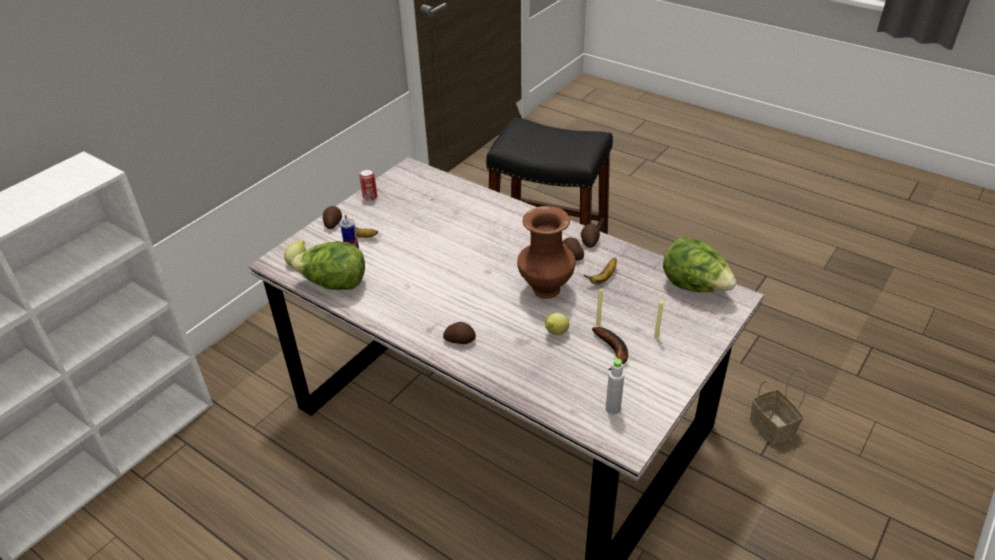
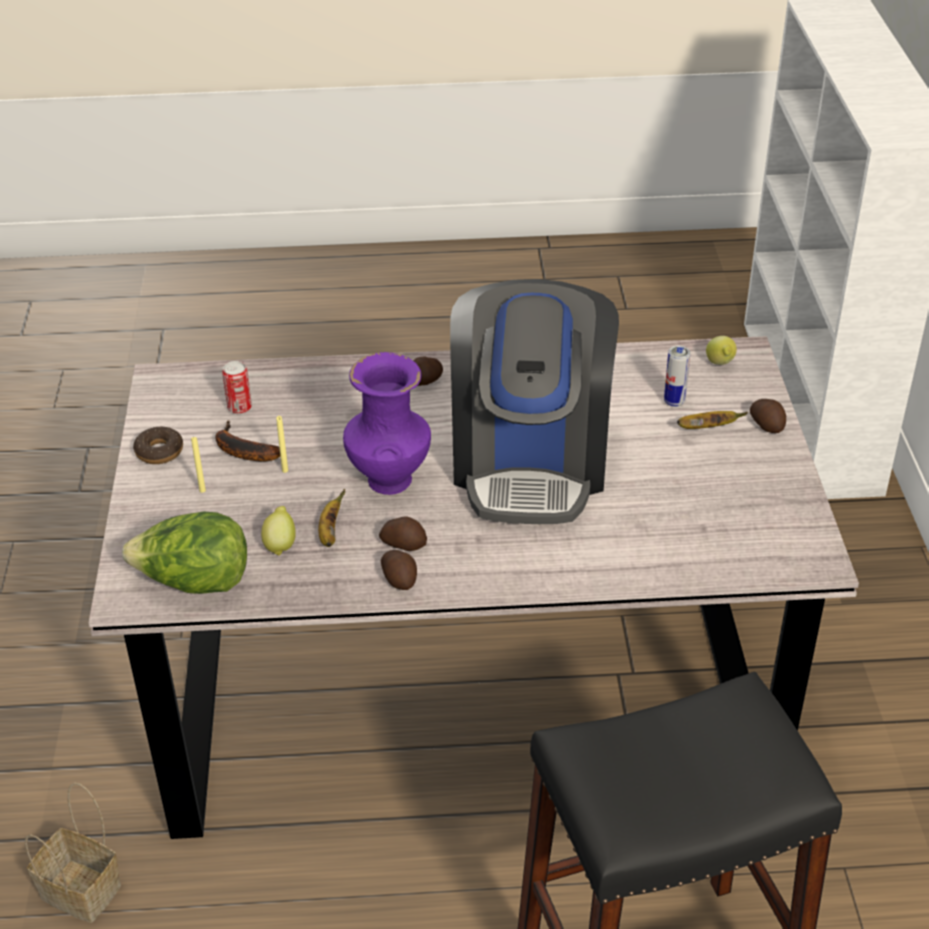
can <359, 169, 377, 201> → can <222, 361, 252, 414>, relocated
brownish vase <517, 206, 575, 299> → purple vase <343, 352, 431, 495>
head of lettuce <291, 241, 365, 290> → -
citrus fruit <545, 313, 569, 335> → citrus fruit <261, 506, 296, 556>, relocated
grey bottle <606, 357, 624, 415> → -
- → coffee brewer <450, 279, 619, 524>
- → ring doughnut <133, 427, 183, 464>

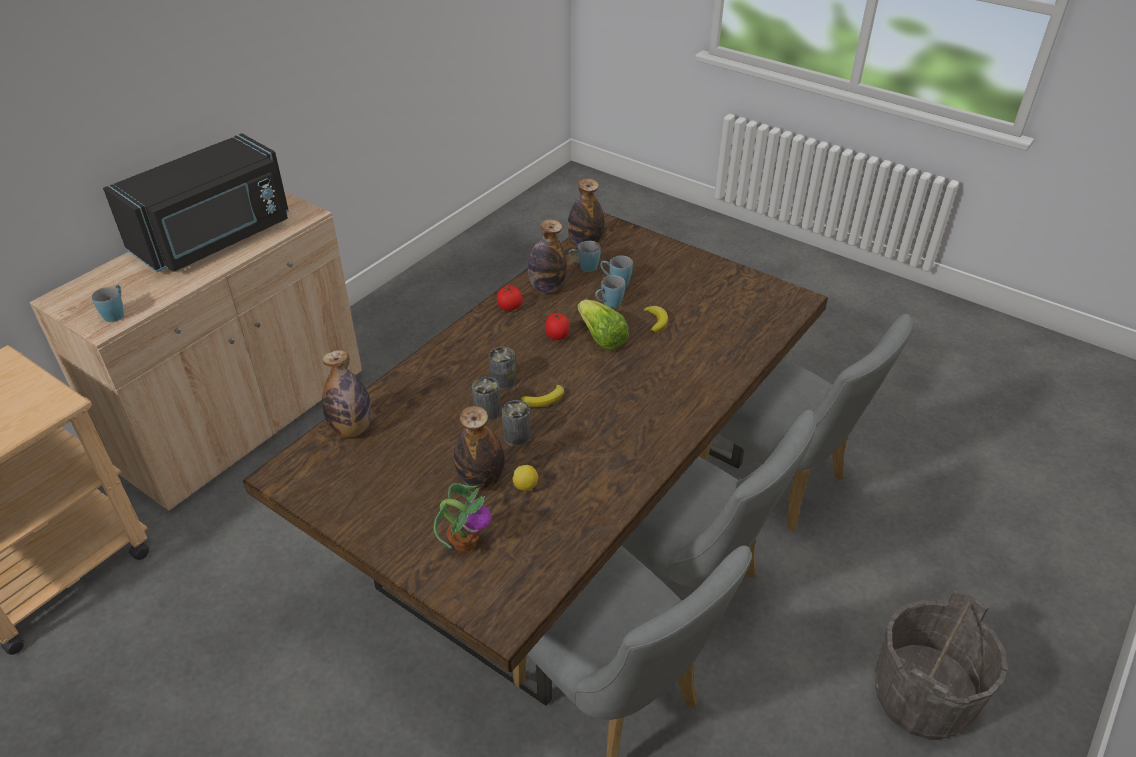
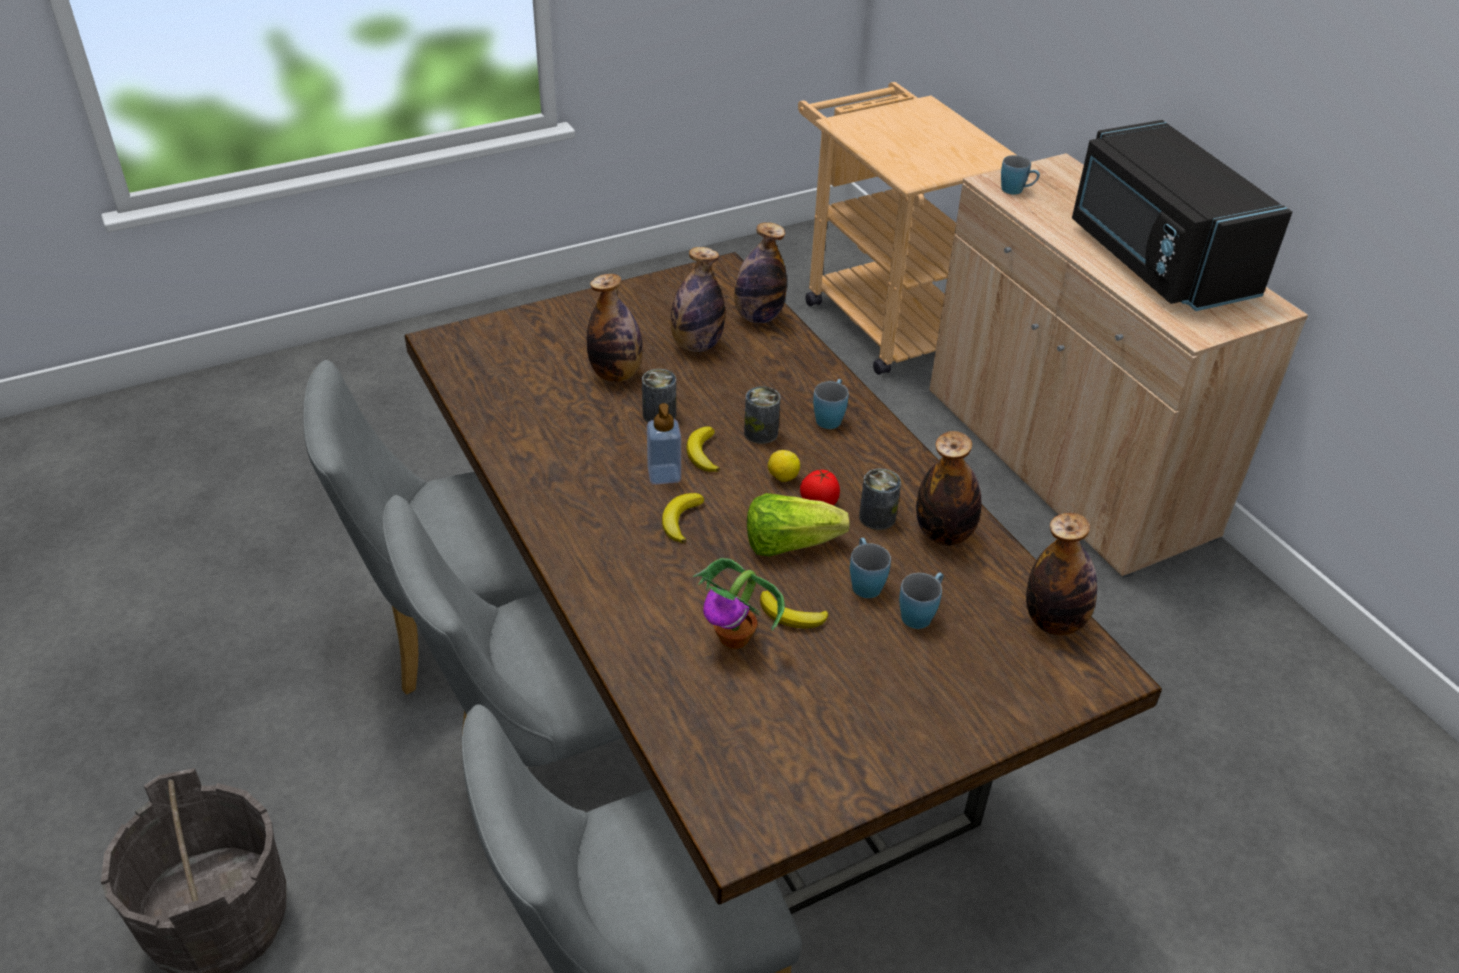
blue coffee mug <569, 241, 601, 272> → blue coffee mug <813, 379, 849, 429>, relocated
fresh tomato <497, 286, 523, 311> → -
can <472, 377, 501, 422> → can <859, 468, 901, 530>, relocated
citrus fruit <513, 465, 538, 491> → citrus fruit <768, 450, 800, 482>, relocated
potted plant <434, 483, 491, 552> → potted plant <693, 558, 785, 649>, relocated
- → bottle <670, 247, 725, 352>
- → soap bottle <647, 403, 681, 485>
- → whole banana <662, 493, 704, 543>

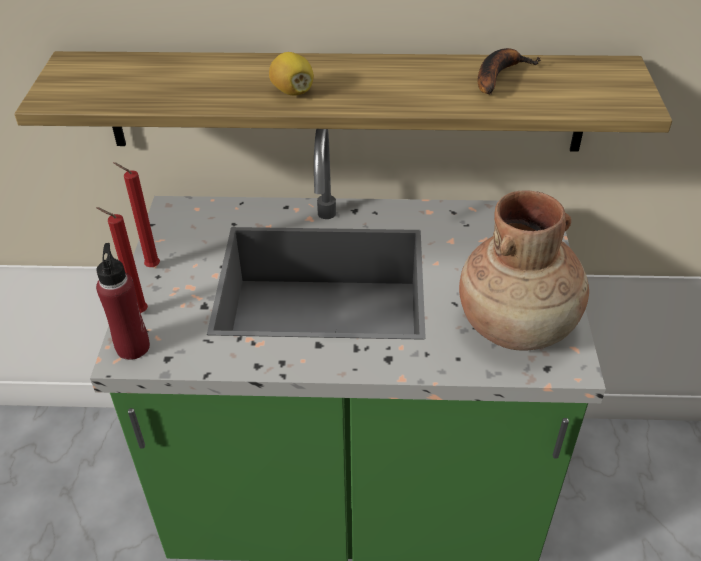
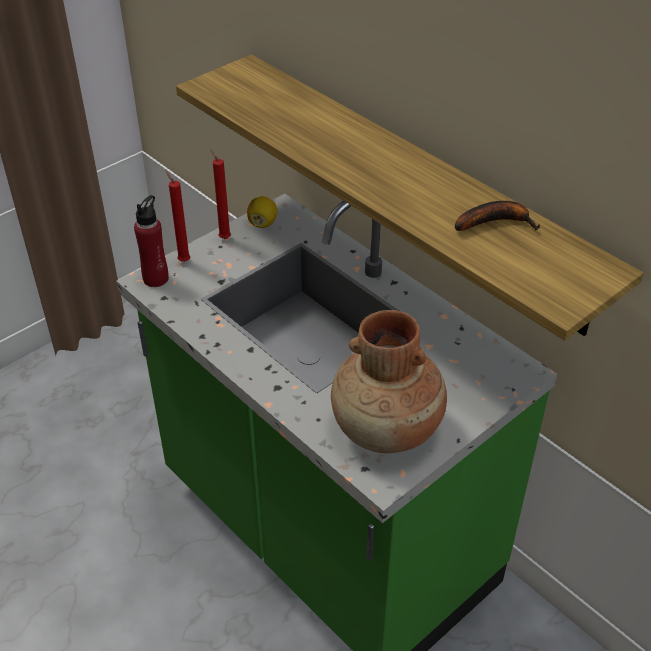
citrus fruit <269, 52, 314, 95> → citrus fruit <247, 196, 277, 228>, relocated

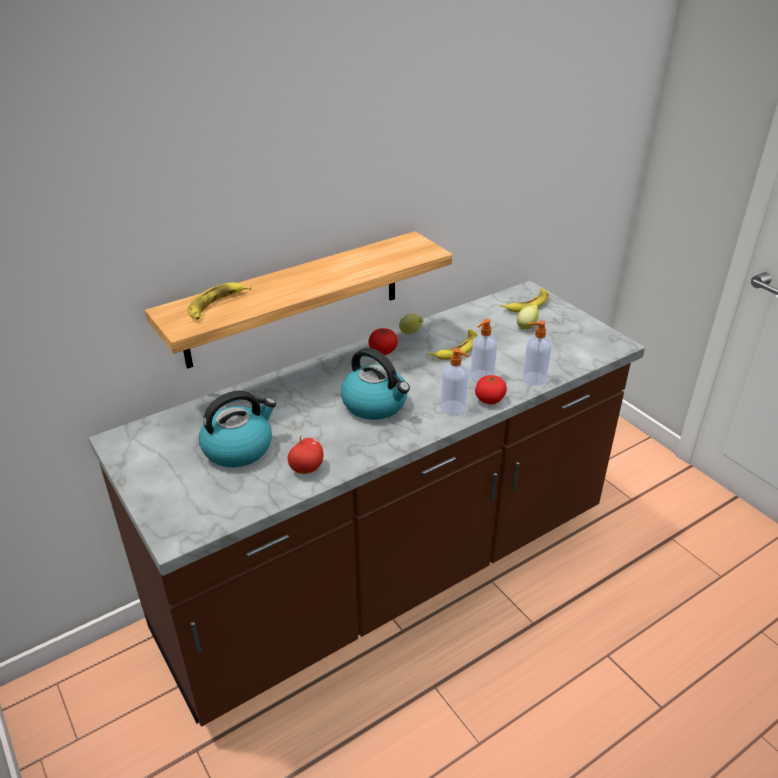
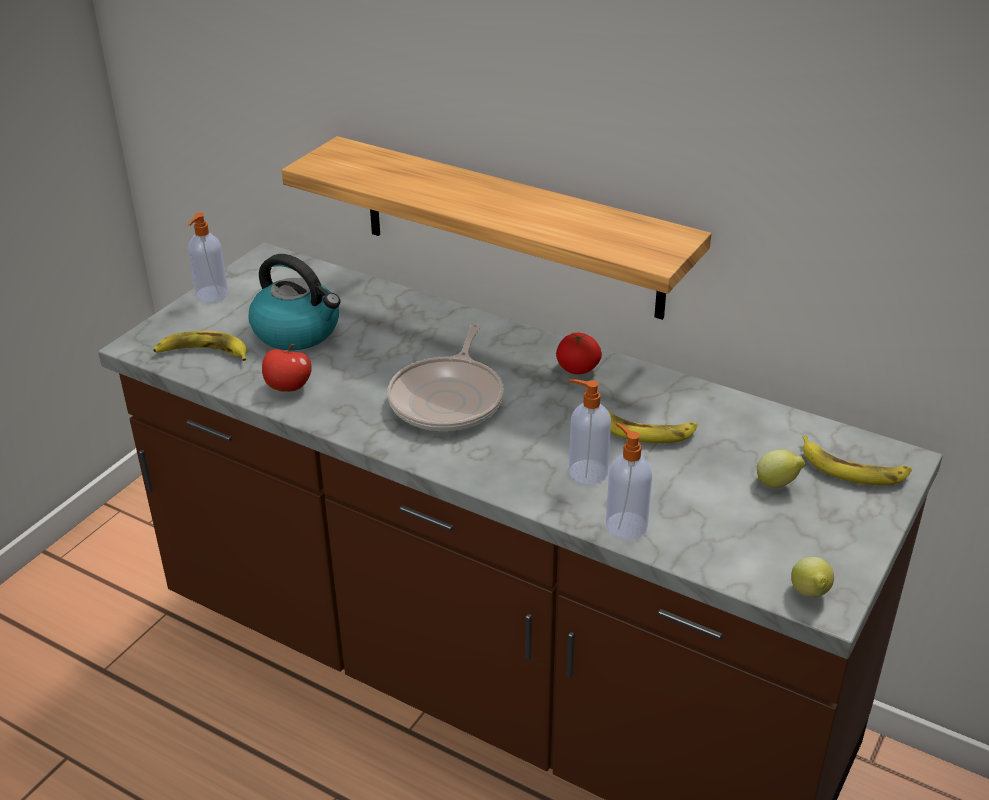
whole banana <188, 282, 252, 320> → whole banana <153, 331, 247, 361>, relocated
citrus fruit <399, 313, 424, 335> → citrus fruit <791, 557, 834, 597>, relocated
water kettle <341, 348, 410, 420> → frying pan <387, 323, 504, 431>
soap bottle <441, 348, 469, 415> → soap bottle <188, 213, 228, 302>, relocated
fresh tomato <475, 375, 507, 404> → -

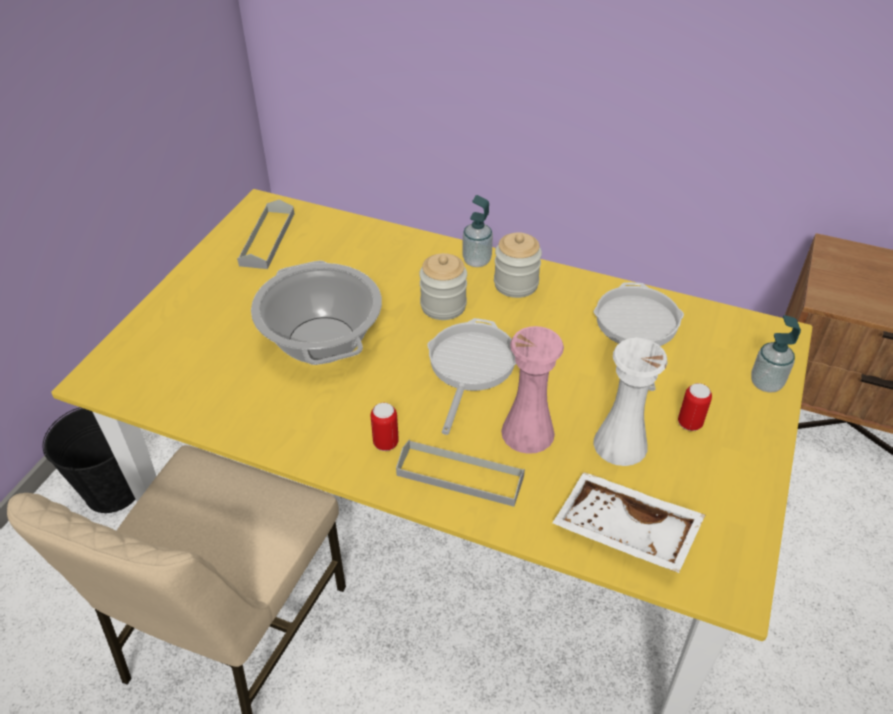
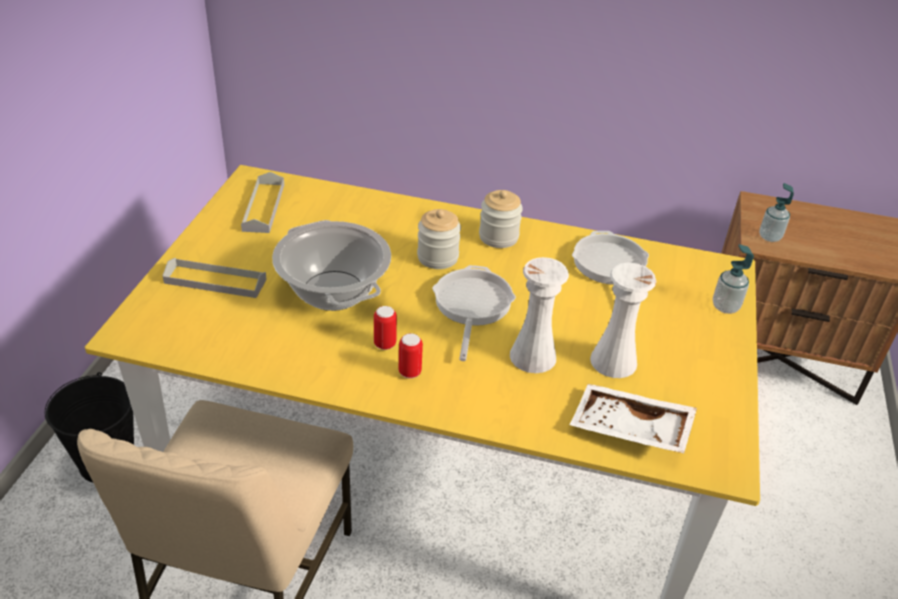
soap bottle <462, 195, 493, 267> → soap bottle <759, 183, 794, 242>, relocated
pinkish vase <501, 326, 564, 454> → whitish vase <510, 257, 569, 373>
can <678, 383, 712, 431> → can <374, 306, 397, 350>, relocated
grey carrying tray <396, 440, 525, 507> → grey carrying tray <162, 258, 267, 298>, relocated

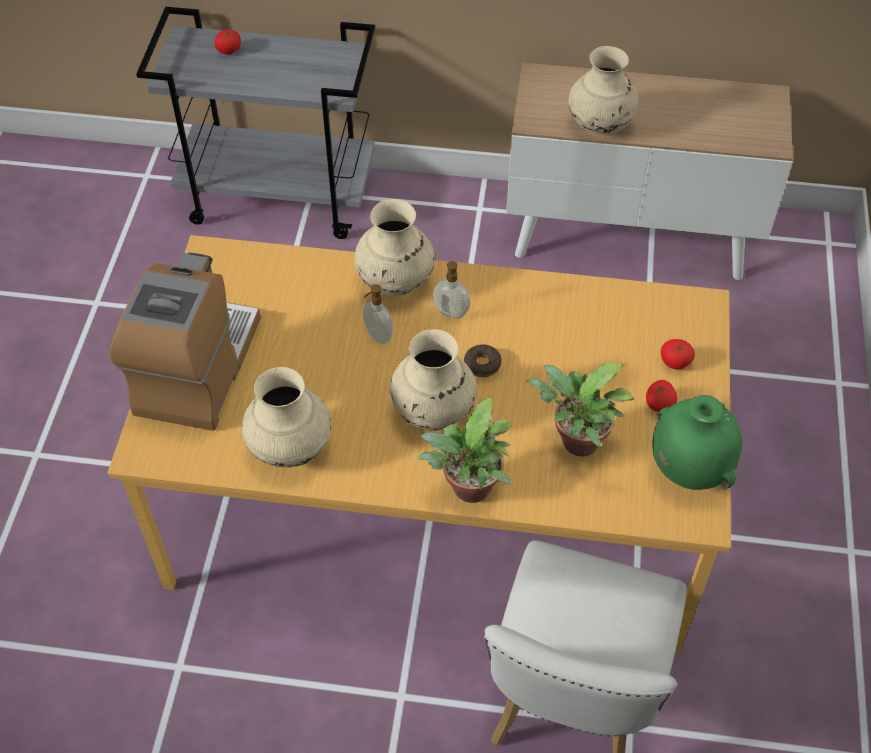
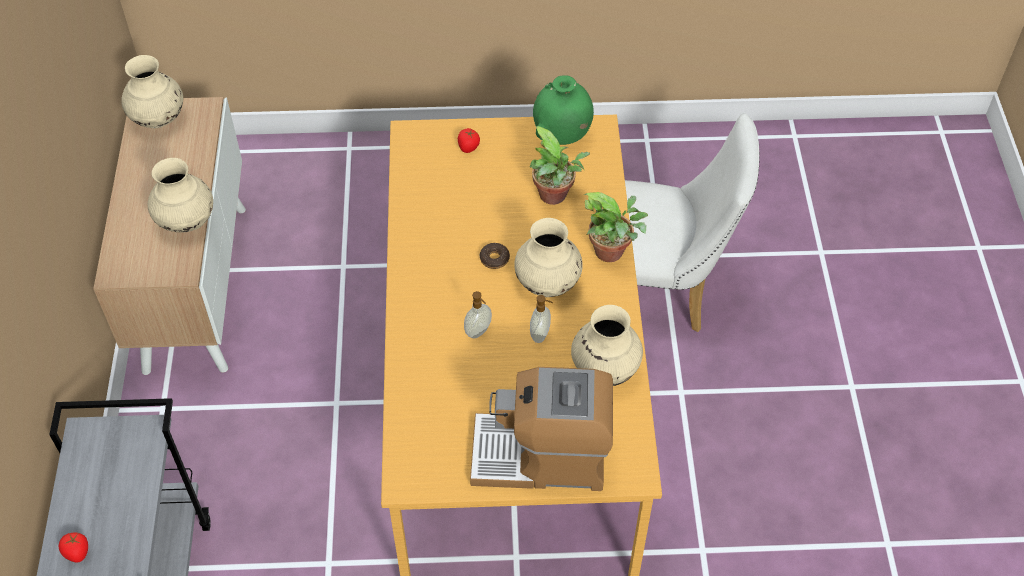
beige vase <355, 199, 435, 296> → beige vase <121, 55, 183, 128>, relocated
soap bottle <433, 261, 471, 319> → soap bottle <530, 295, 553, 343>, relocated
fresh tomato <646, 380, 677, 412> → -

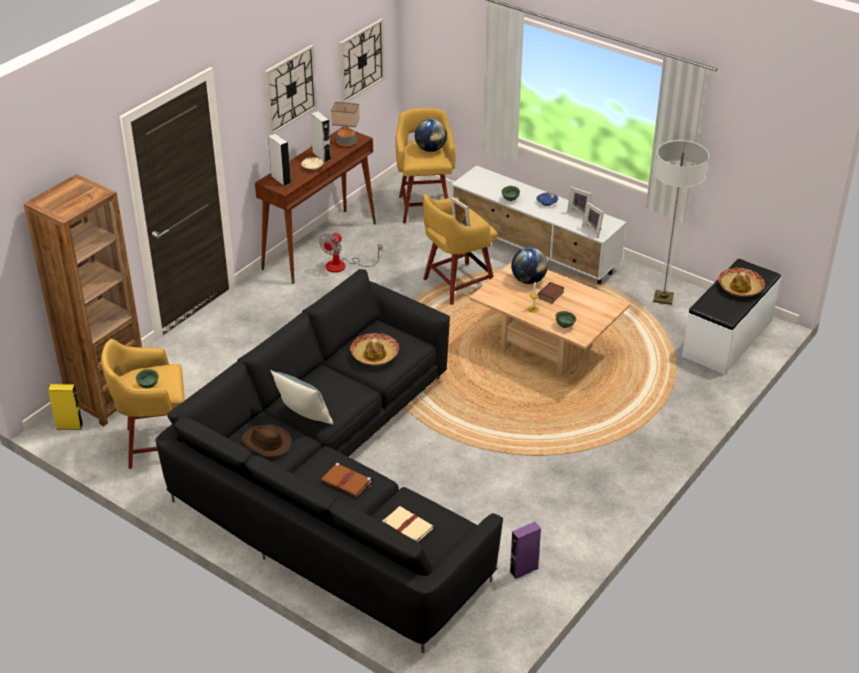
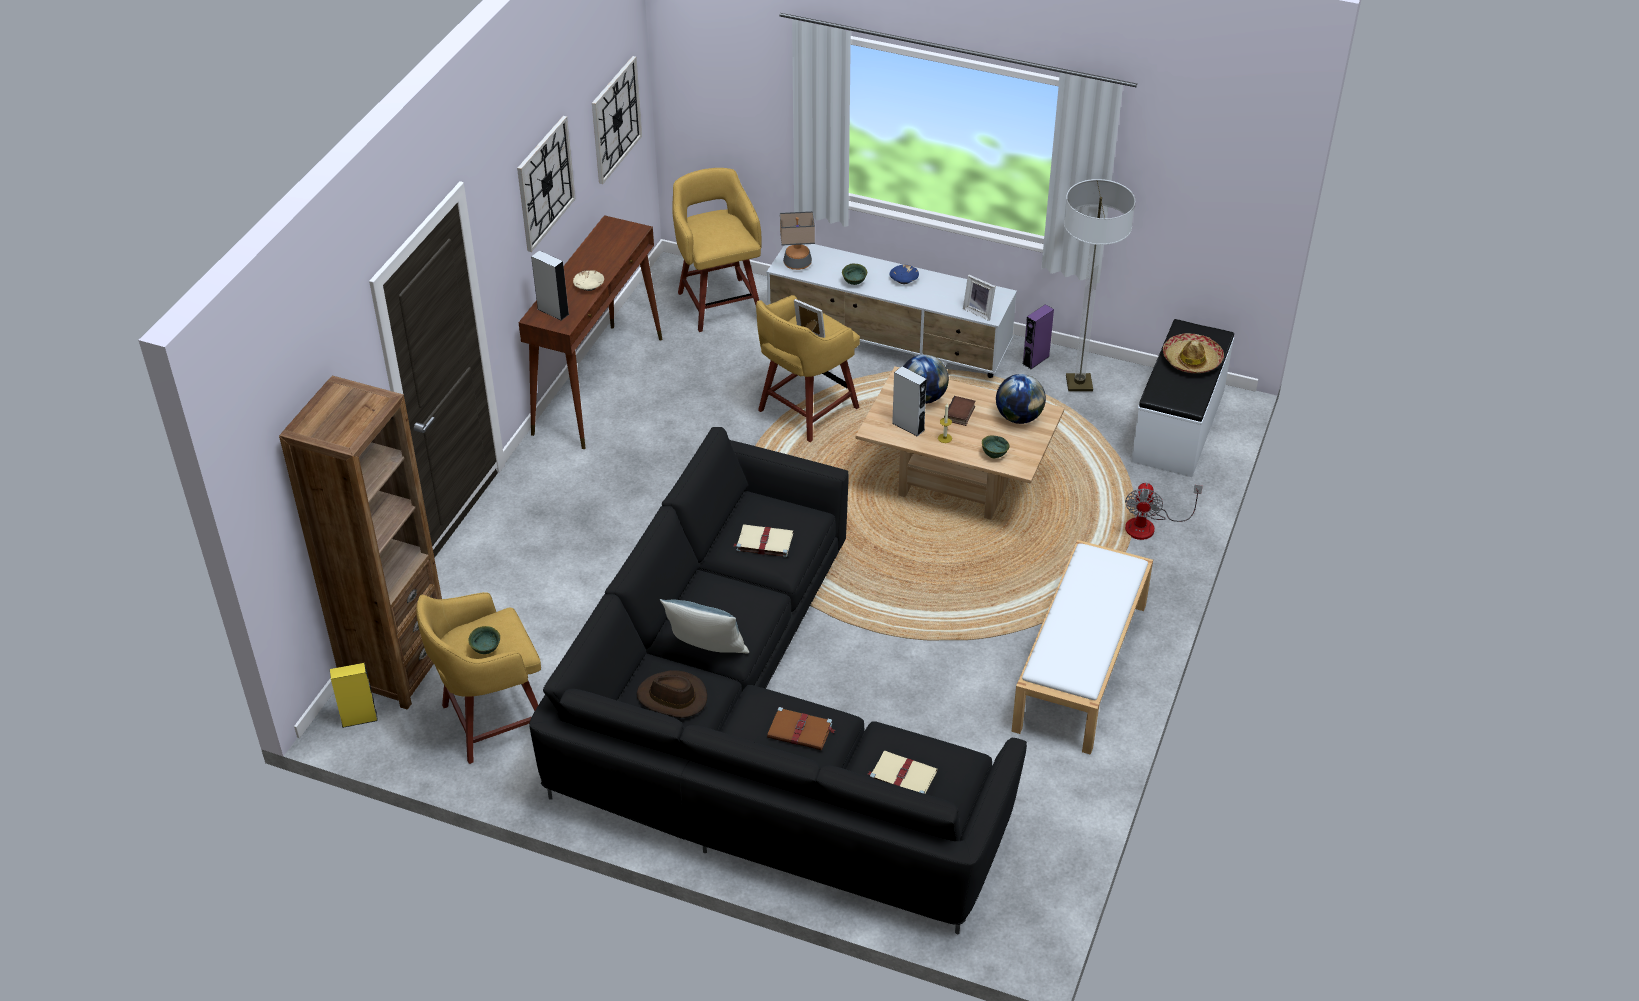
lamp for a table <331, 102, 360, 146> → lamp for a table <780, 211, 815, 270>, relocated
grey speaker <310, 111, 331, 162> → grey speaker <892, 366, 927, 437>, relocated
world globe <415, 119, 447, 152> → world globe <996, 374, 1046, 424>, relocated
standing frame <567, 187, 592, 218> → -
cooling fan <319, 232, 383, 273> → cooling fan <1125, 483, 1203, 540>, relocated
wearable hat <350, 333, 399, 366> → beige book <734, 524, 793, 557>
purple speaker <510, 522, 541, 579> → purple speaker <1022, 304, 1054, 369>, relocated
- → whitish bench <1011, 540, 1153, 755>

